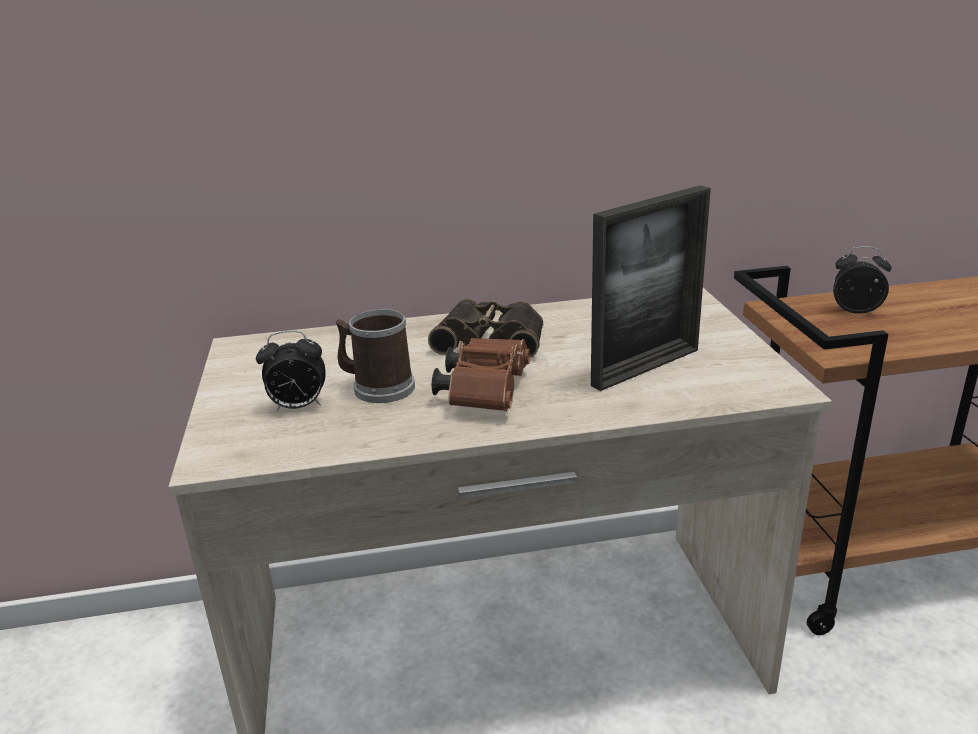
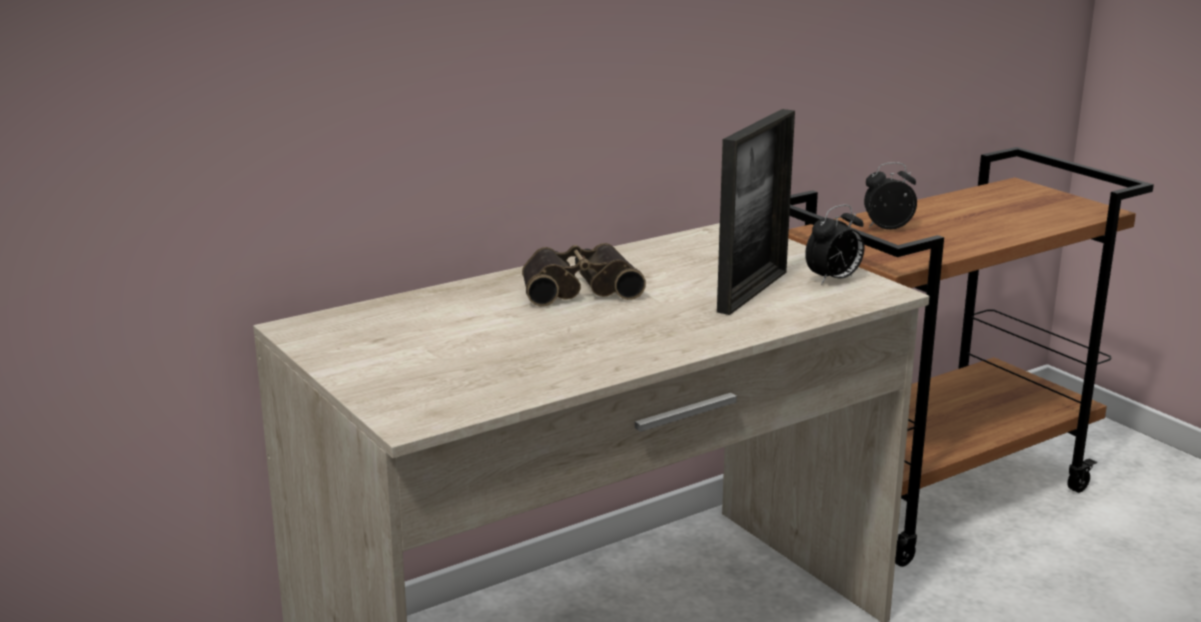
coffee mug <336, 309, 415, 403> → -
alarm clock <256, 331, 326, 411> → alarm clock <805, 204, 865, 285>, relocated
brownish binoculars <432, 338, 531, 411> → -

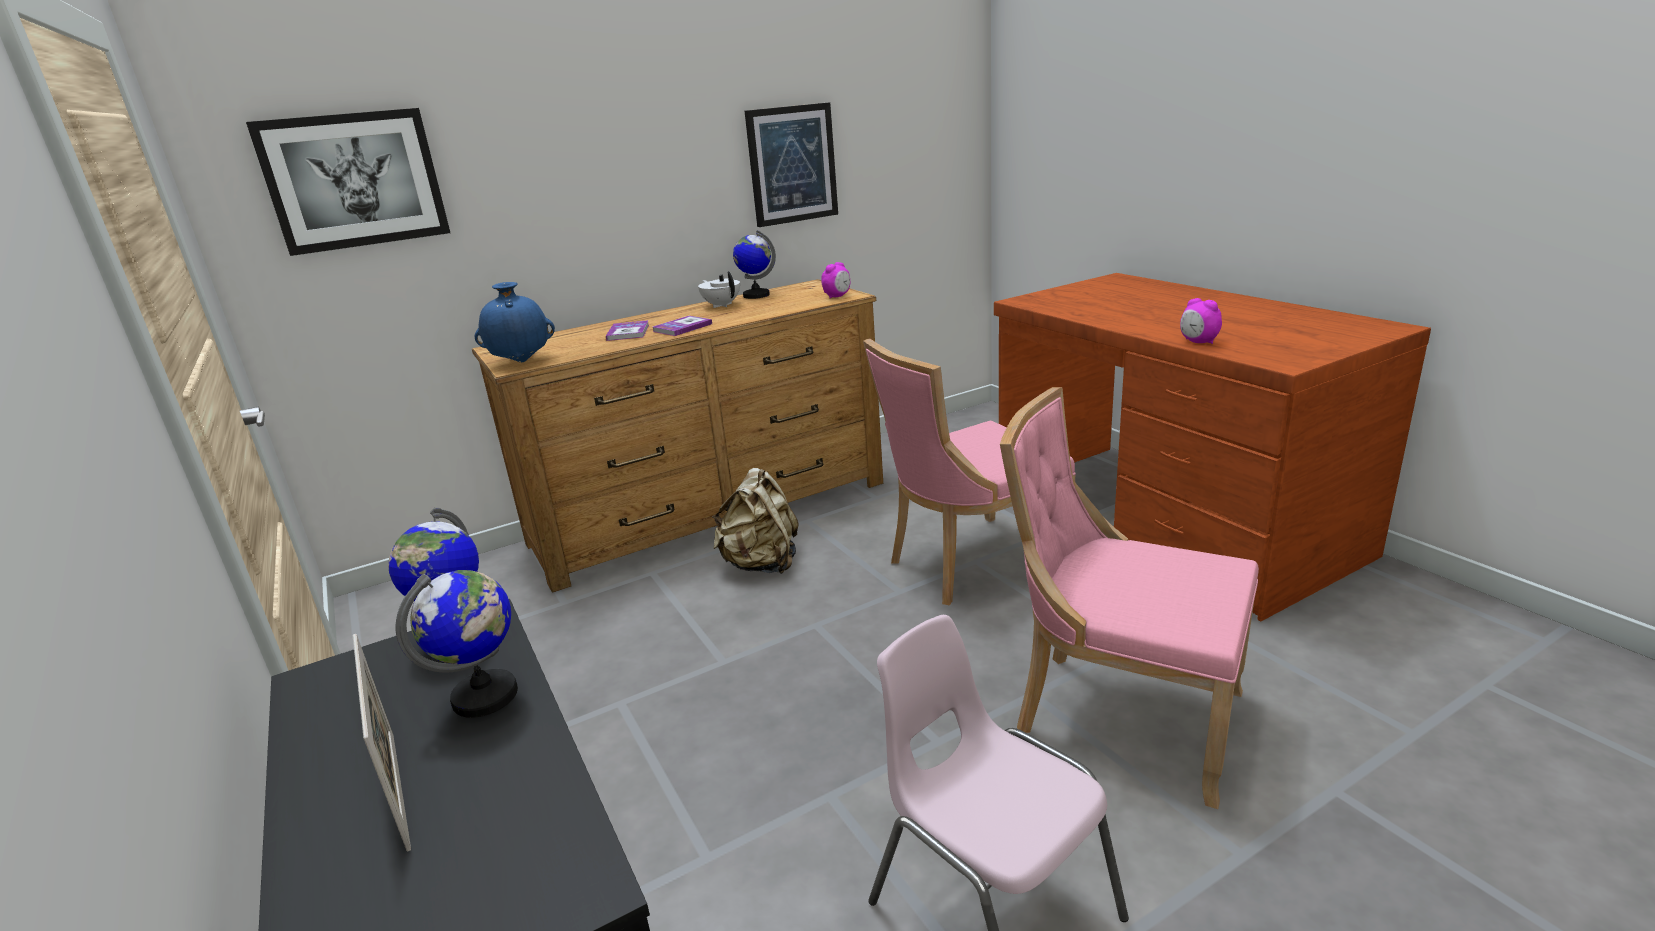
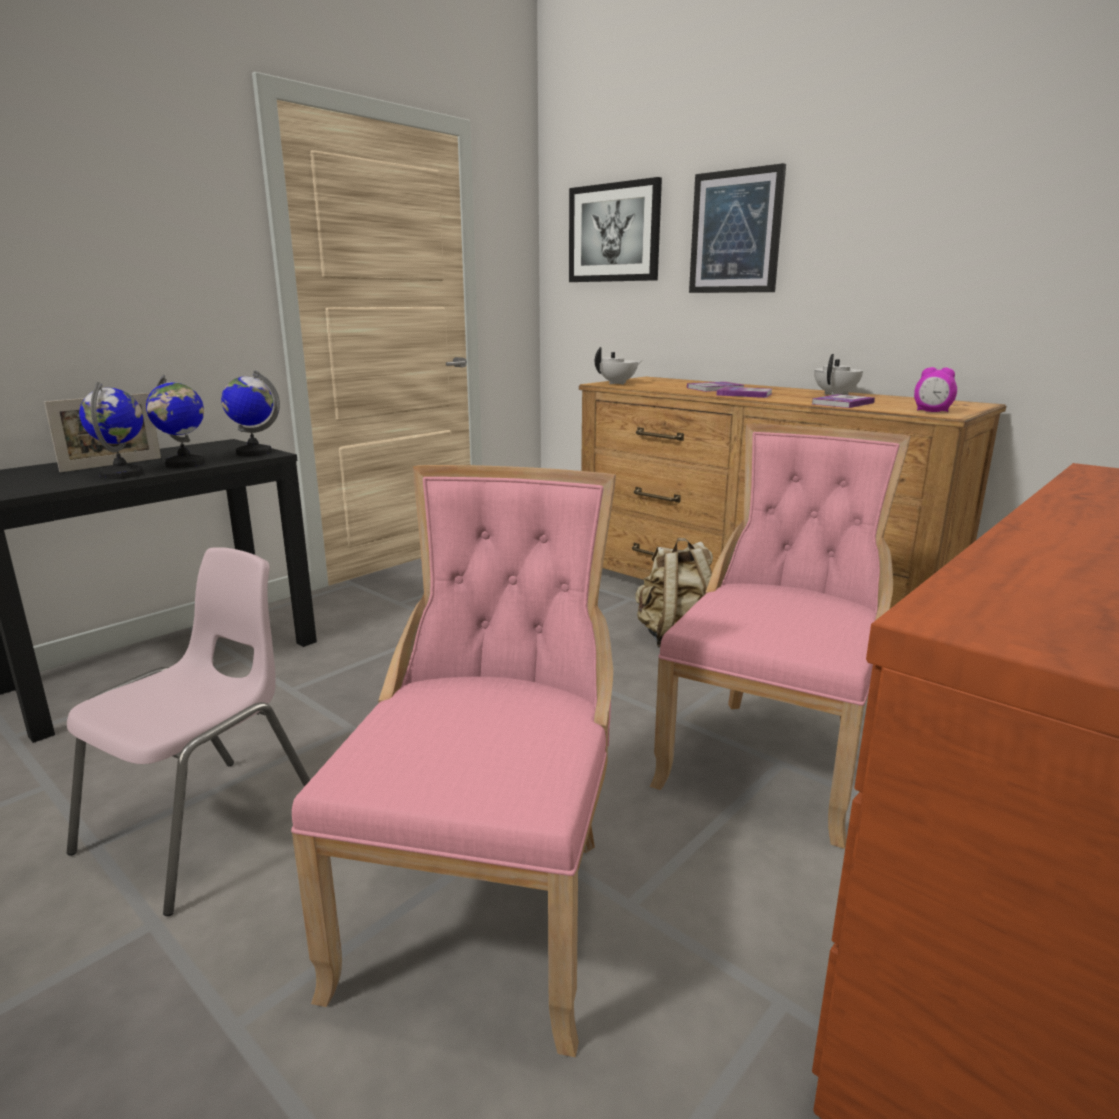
wall picture <745, 102, 838, 227> → wall picture <689, 163, 786, 293>, relocated
world globe <733, 230, 776, 299> → world globe <79, 382, 144, 479>, relocated
blue vase <475, 282, 555, 362> → whitish pot for tea <595, 347, 642, 385>
alarm clock <1180, 298, 1222, 344> → -
pinkish chair <863, 338, 1076, 606> → pinkish chair <650, 424, 911, 849>, 75 degrees clockwise
- → book <812, 394, 875, 408>

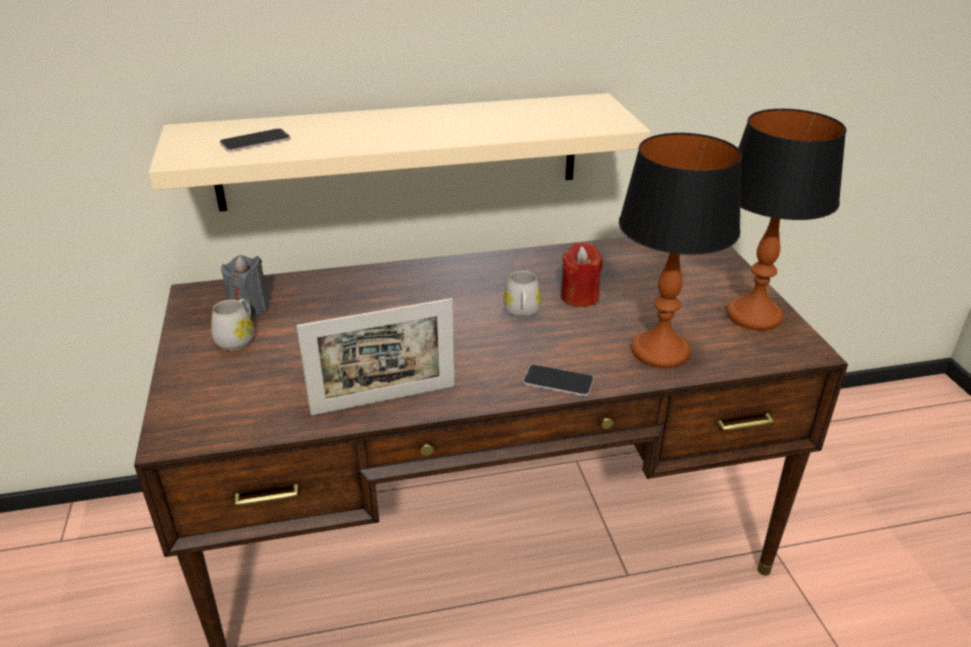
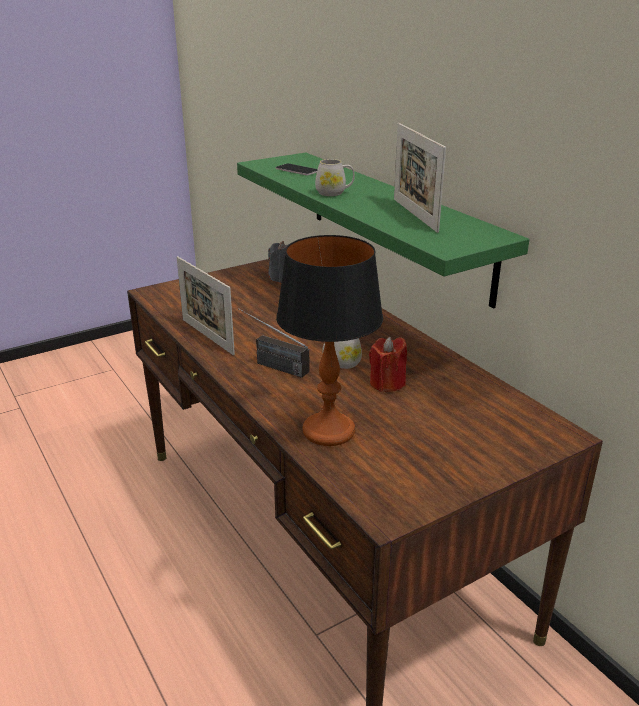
beige wall shelf <149, 93, 650, 212> → green wall shelf <237, 153, 529, 309>
lamp for a table <726, 109, 846, 330> → -
whitish coffee mug <211, 299, 254, 351> → whitish coffee mug <315, 159, 355, 196>, relocated
phone <523, 365, 594, 396> → -
- → standing frame <394, 123, 446, 233>
- → radio <238, 308, 309, 378>

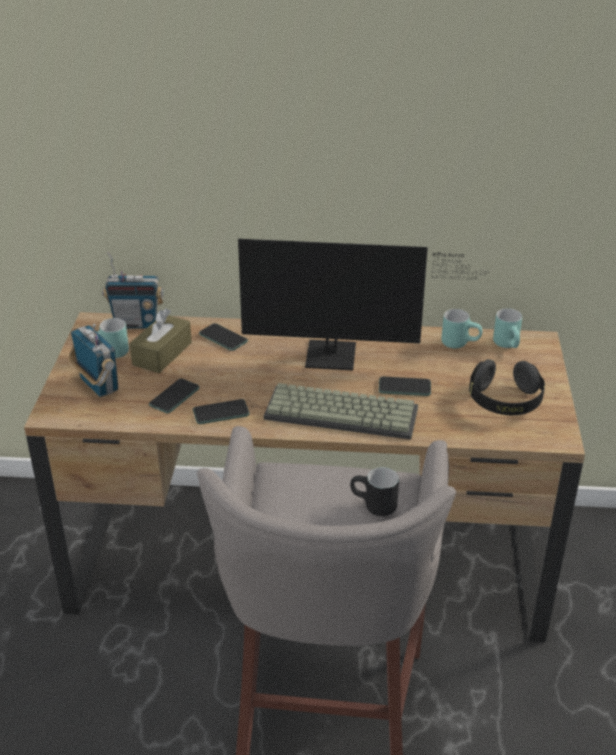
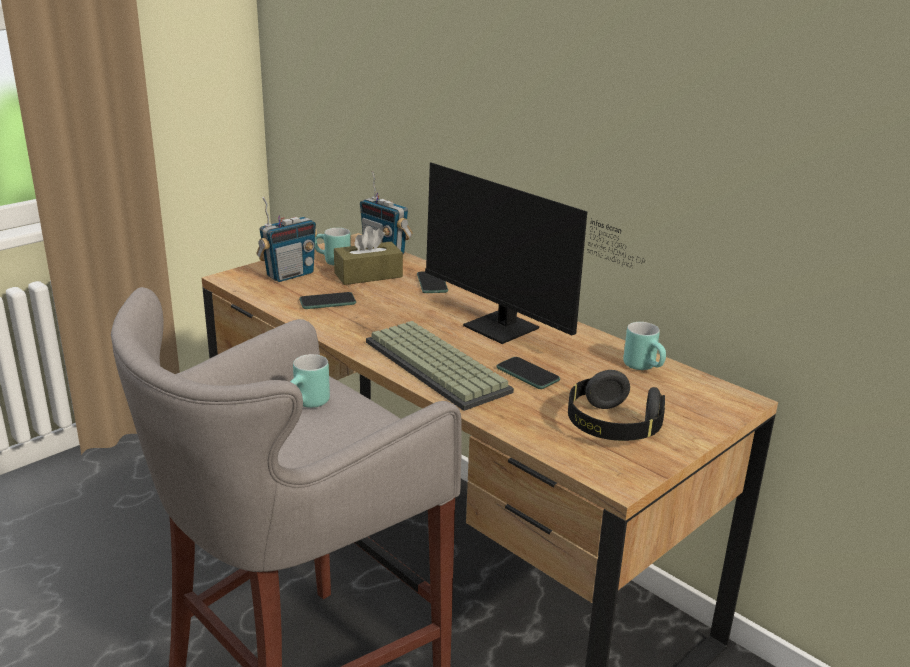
turquoise coffee mug <493, 308, 522, 348> → turquoise coffee mug <290, 354, 330, 408>, relocated
radio <68, 324, 118, 397> → radio <256, 197, 318, 282>, 45 degrees clockwise
phone <193, 399, 250, 424> → -
black coffee mug <350, 467, 399, 516> → -

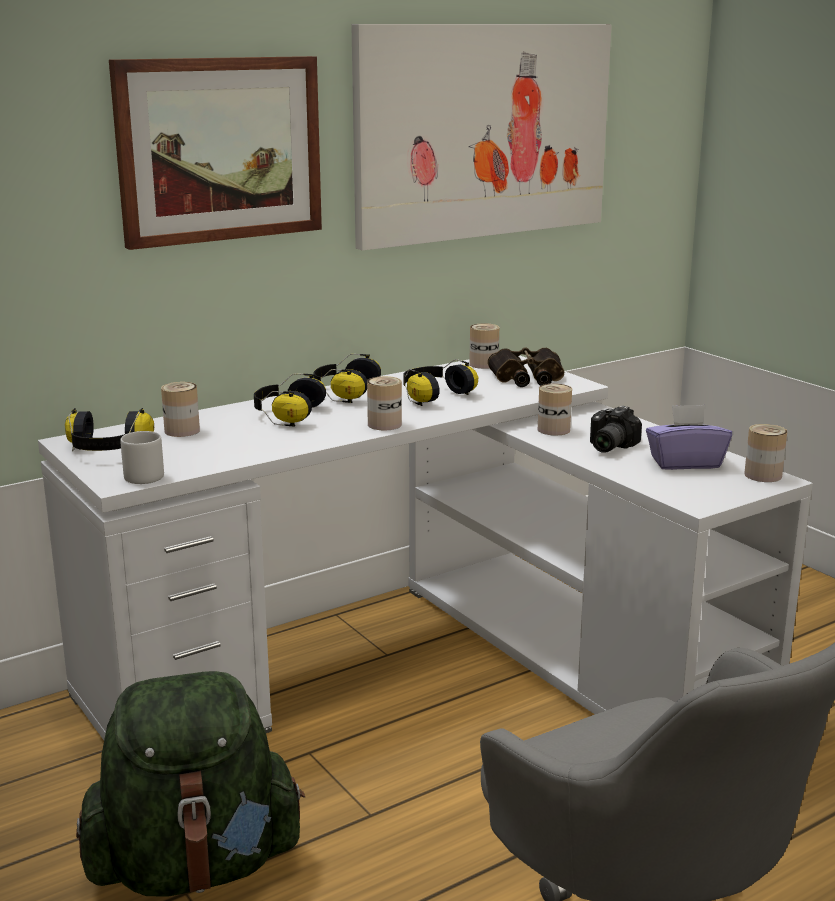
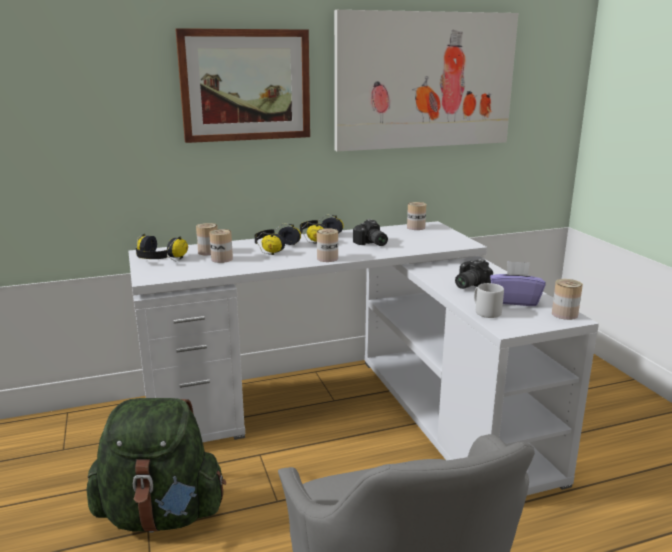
binoculars <488, 347, 564, 387> → -
pair of headphones <403, 359, 478, 406> → photo camera <353, 219, 388, 246>
can <538, 384, 572, 436> → can <209, 229, 233, 263>, relocated
grey coffee mug <120, 431, 164, 484> → grey coffee mug <474, 283, 504, 318>, relocated

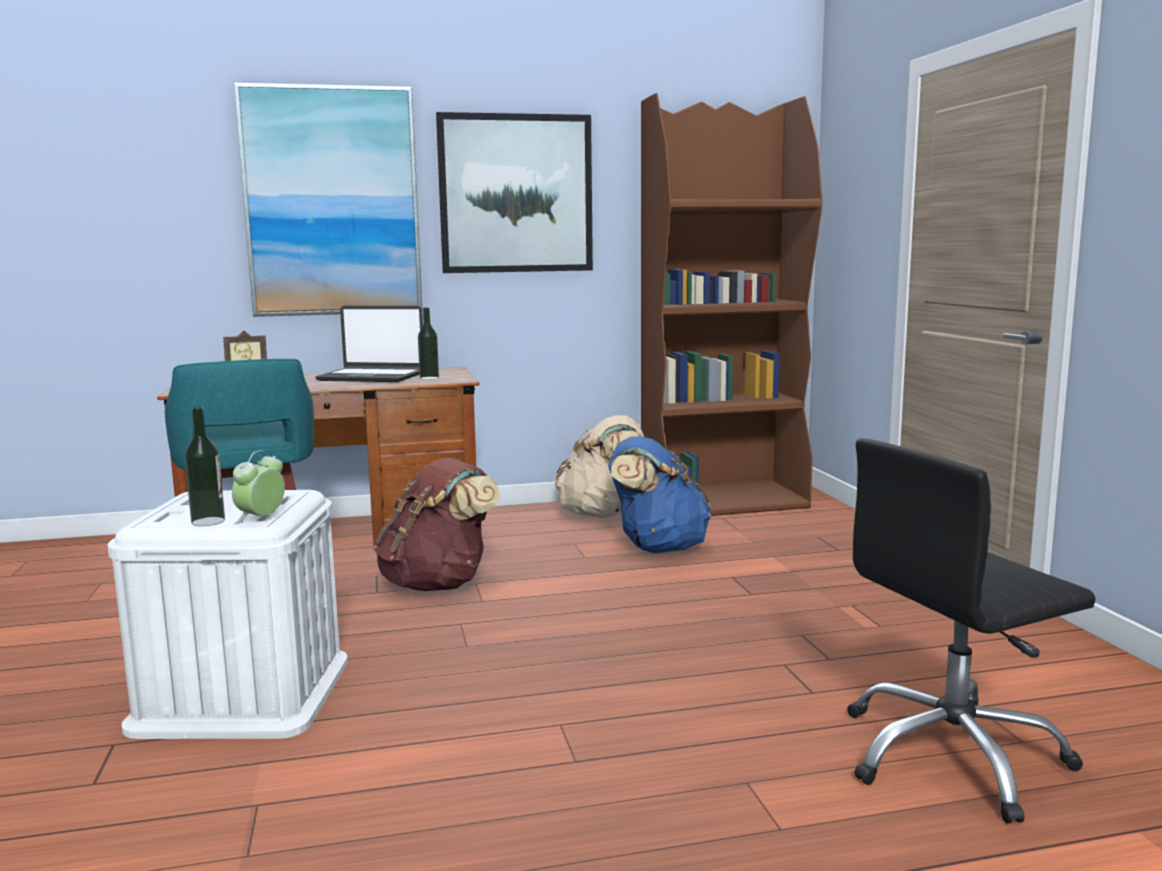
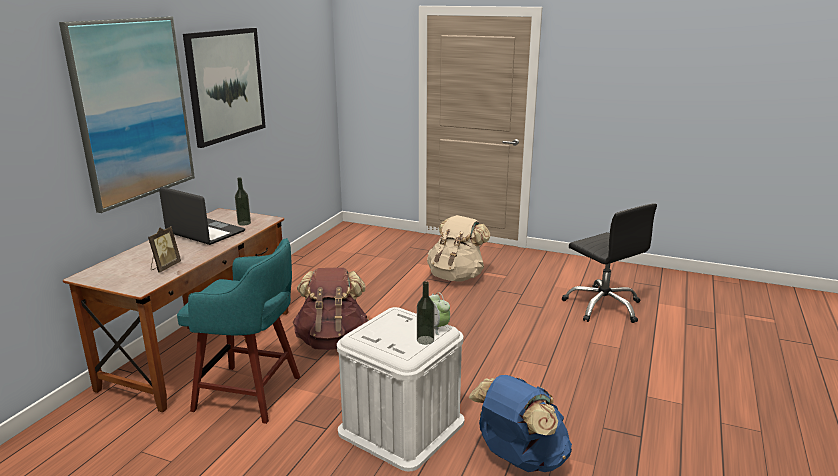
brownish bookcase <641, 93, 822, 516> → -
portable computer <316, 306, 423, 382> → portable computer <159, 187, 245, 245>, 105 degrees counterclockwise
beige knapsack <555, 415, 644, 518> → beige knapsack <427, 215, 490, 282>, relocated
blue knapsack <608, 436, 711, 553> → blue knapsack <469, 375, 572, 472>, relocated
black computer chair <847, 438, 1096, 823> → black computer chair <562, 203, 657, 323>, 45 degrees counterclockwise

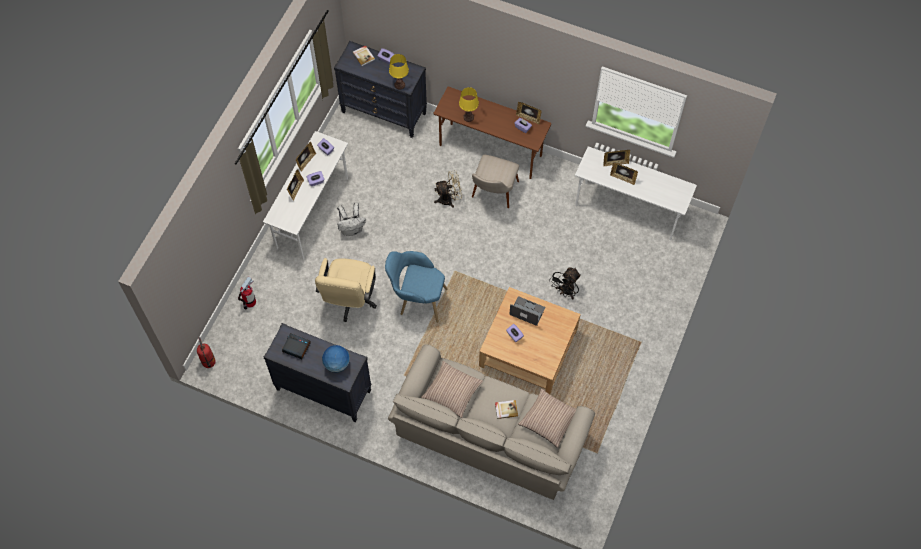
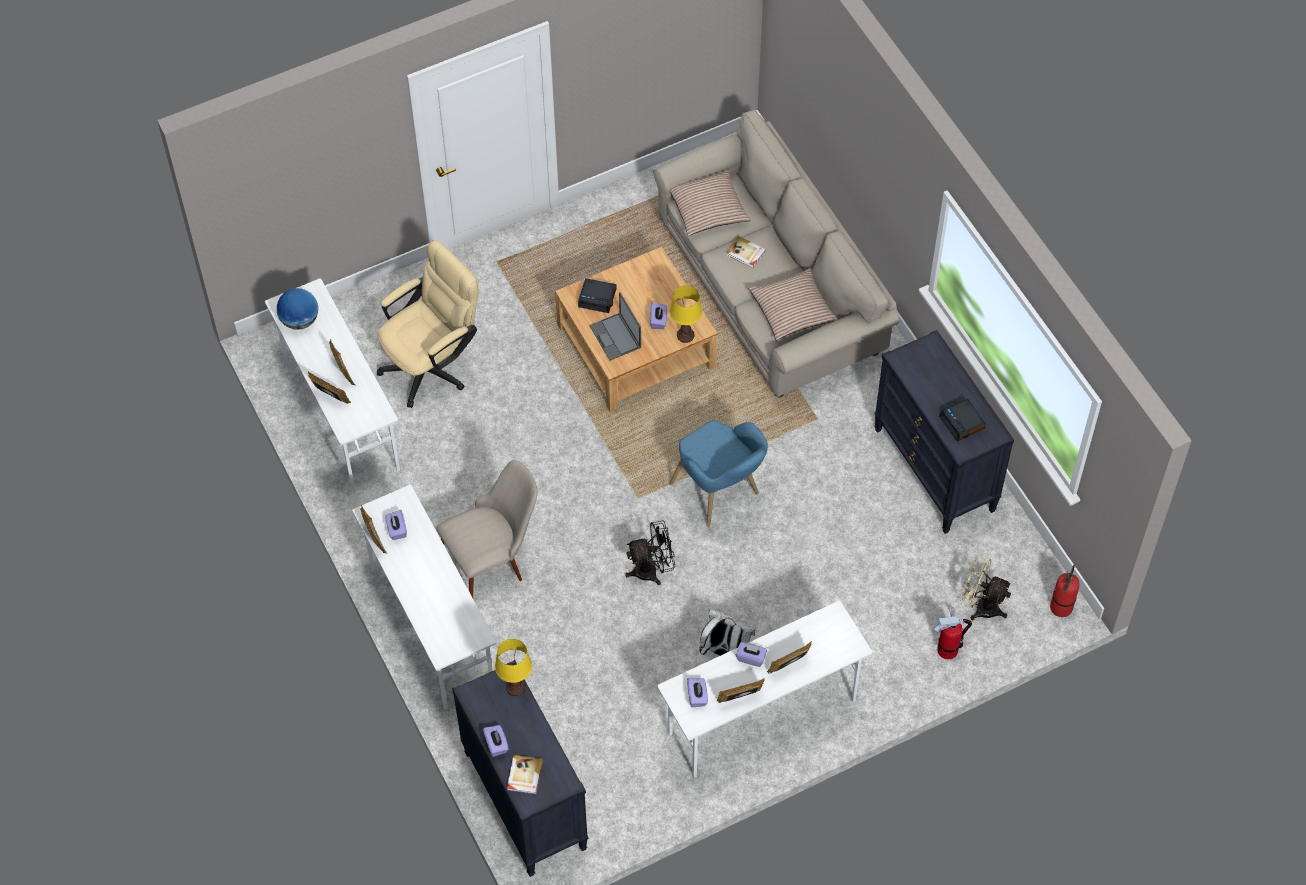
brownish desk unit <434, 86, 551, 179> → whitish desk unit <352, 485, 496, 709>
yellow-coloured lamp for a table <459, 87, 479, 122> → yellow-coloured lamp for a table <670, 286, 702, 343>, relocated
beige cooling fan <434, 170, 462, 208> → beige cooling fan <960, 555, 1012, 620>, relocated
beige computer chair <315, 258, 377, 322> → beige computer chair <377, 240, 479, 408>, relocated
black cooling fan <549, 267, 581, 299> → black cooling fan <625, 521, 675, 585>, relocated
world globe <322, 345, 350, 373> → world globe <277, 288, 318, 330>, relocated
- → alarm clock <578, 278, 616, 313>

